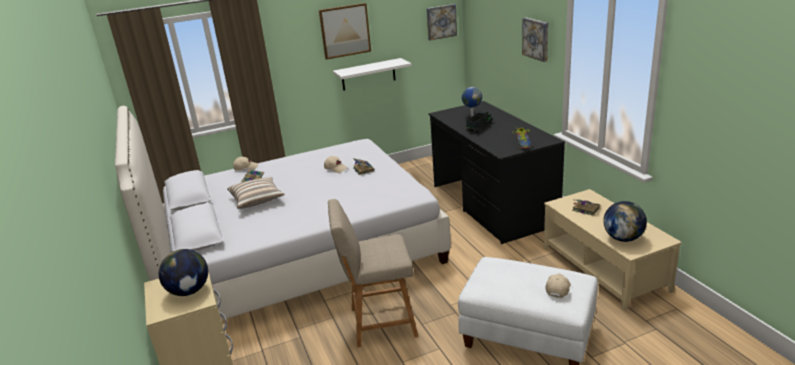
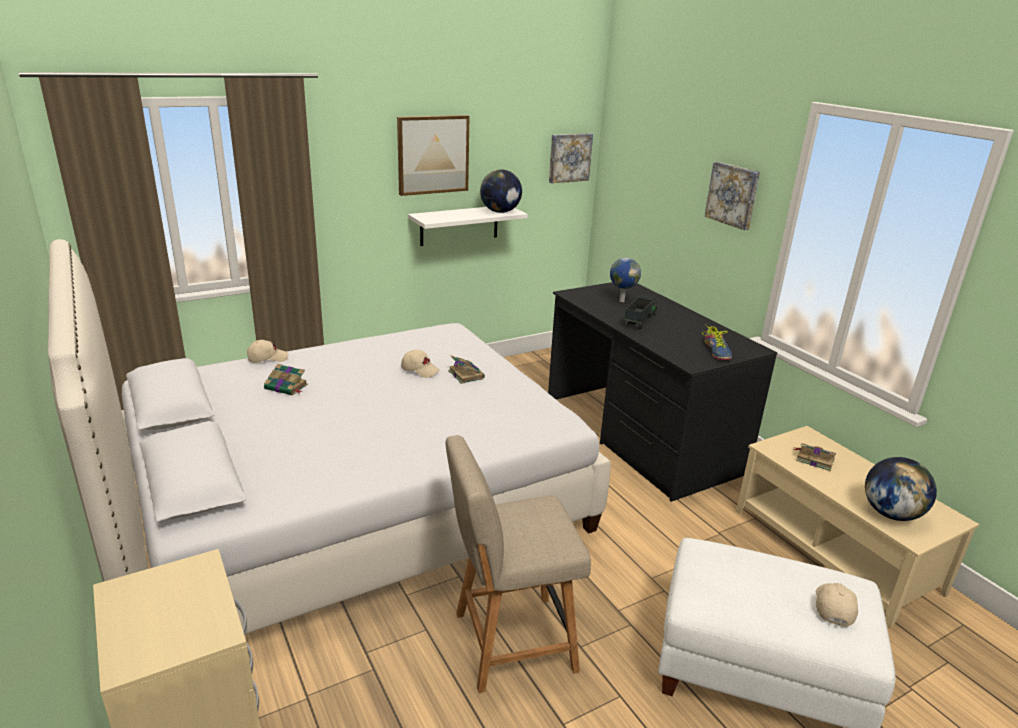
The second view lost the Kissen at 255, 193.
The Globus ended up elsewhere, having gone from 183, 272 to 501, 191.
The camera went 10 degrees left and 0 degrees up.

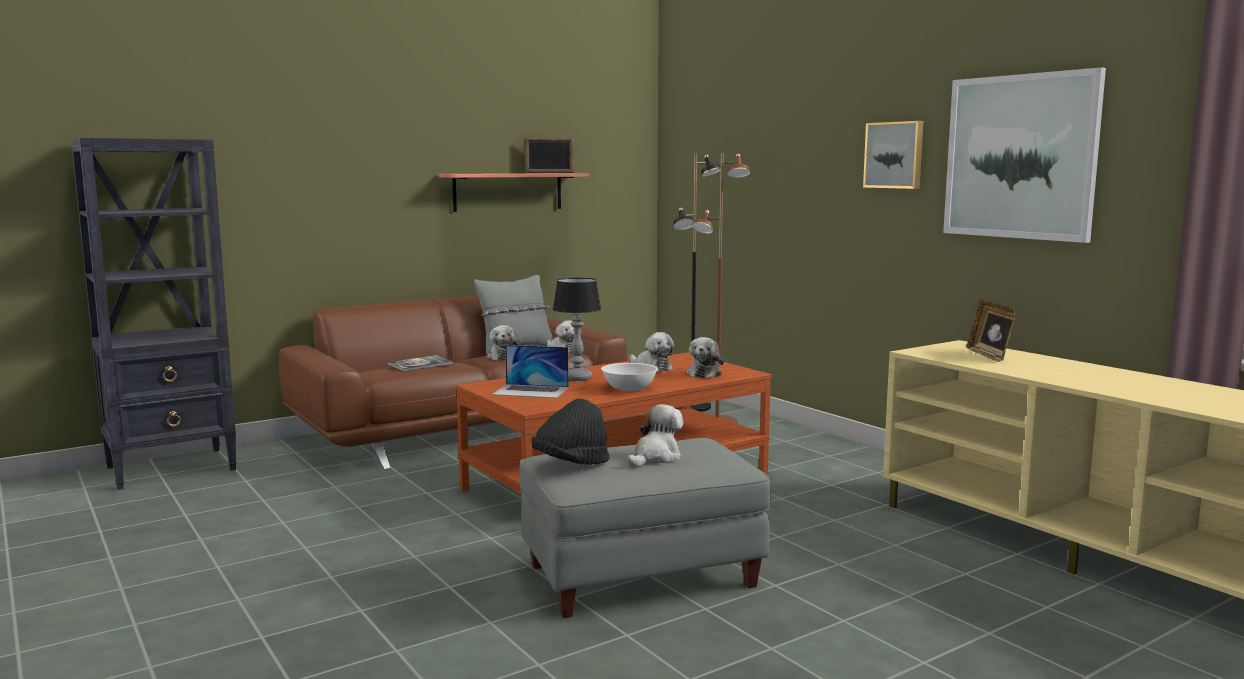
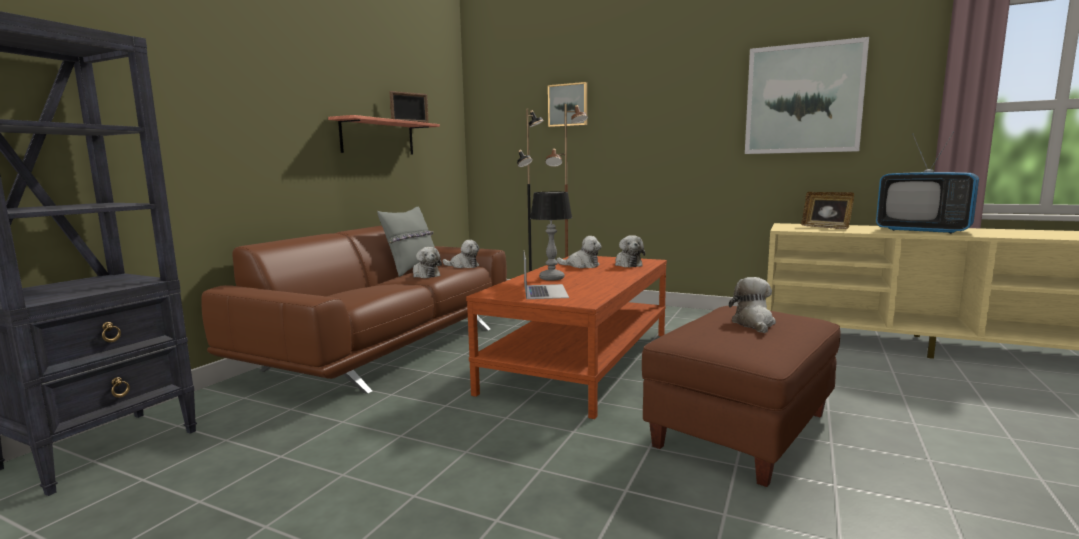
The second view lost the Buch at 420, 363.
The second view lost the Hut (schwarz) at 571, 431.
The second view lost the Schüssel (weiß) at 629, 377.
The second view gained the Fernseher at 927, 183.
The Bild ended up elsewhere, having gone from 893, 155 to 567, 104.
What was the Polsterhocker (grau) at 645, 528 turned into the Polsterhocker (braun) at 741, 396.
The Laptop at 530, 371 ended up facing another way, 75 degrees counterclockwise from before.
The camera went 30 degrees left and 0 degrees up.

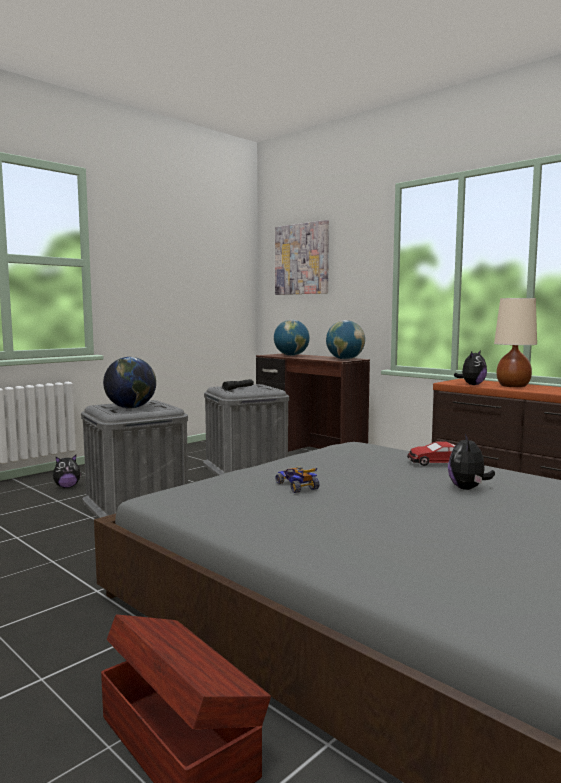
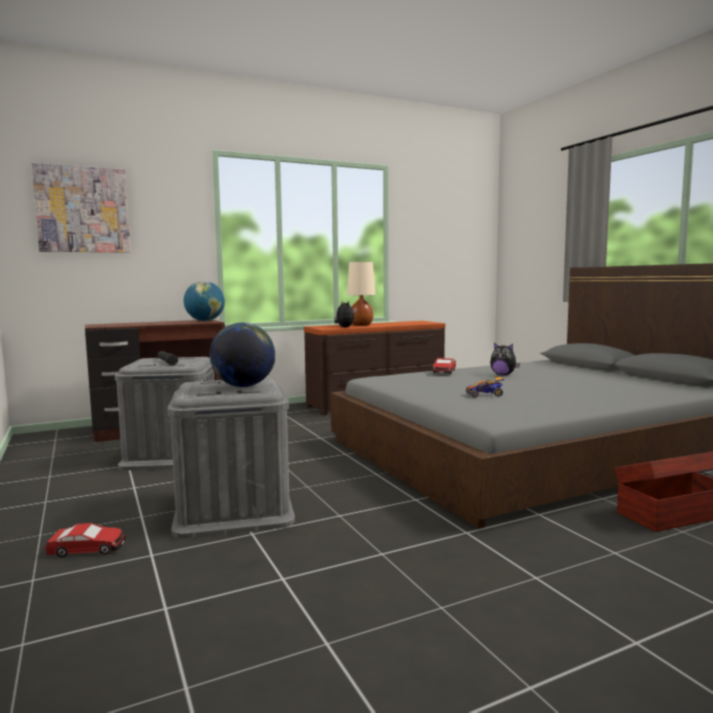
The second view lost the Globus at 292, 338.
Where the Plüschtier stood at 67, 471, the Spielzeugauto came to stand at 85, 540.
The camera went 70 degrees left and 0 degrees up.

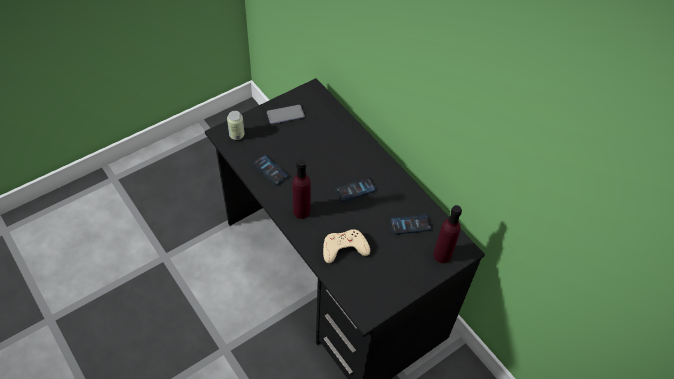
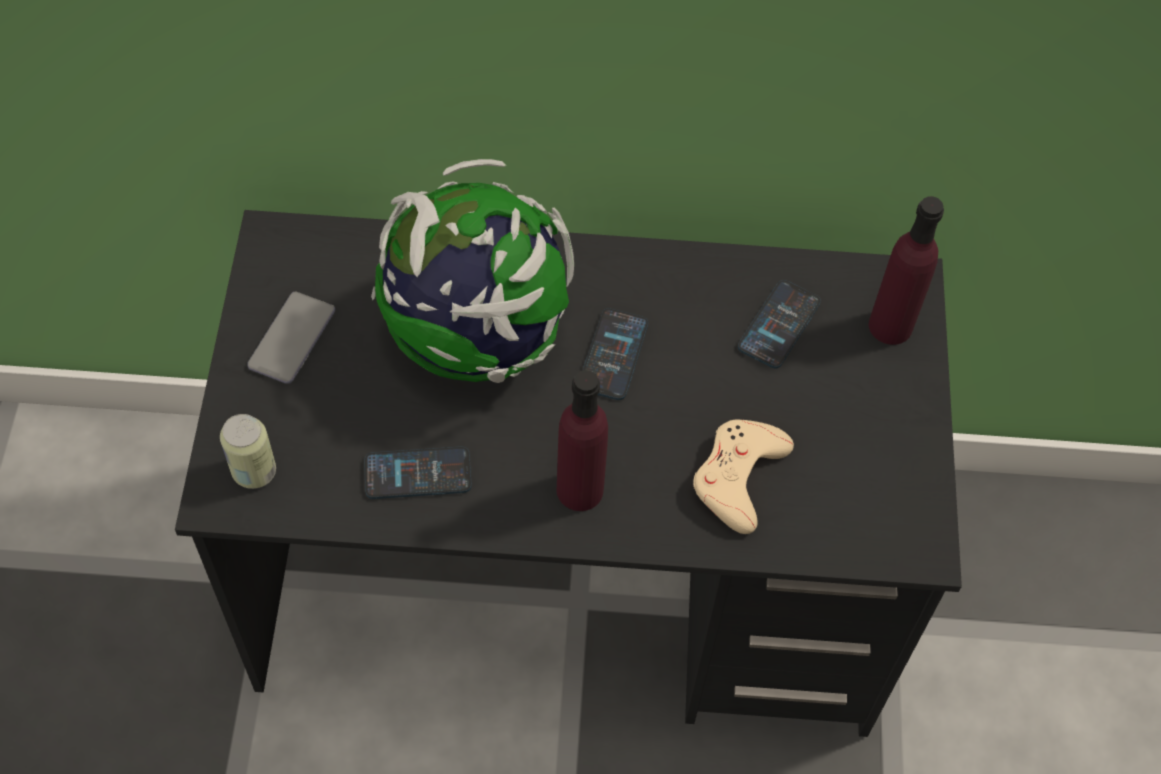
The second view gained the Globus at 472, 271.
The camera went 50 degrees left and 5 degrees up.

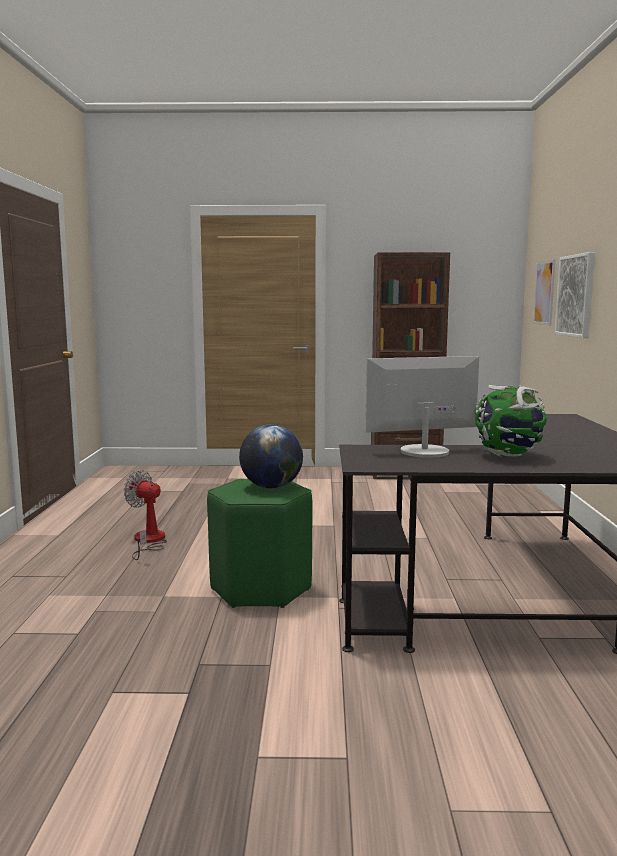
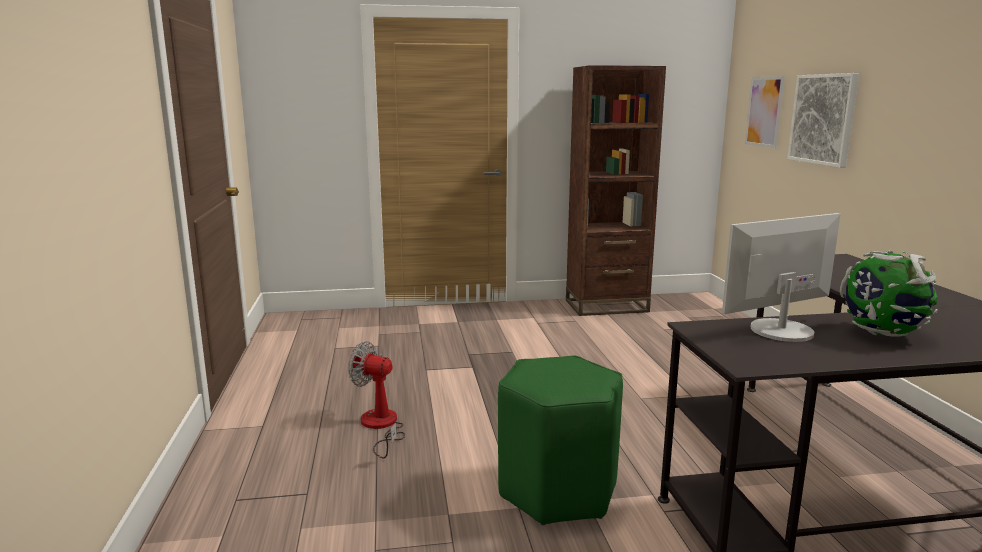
The second view lost the Globus at 271, 457.
The camera went 10 degrees left and 5 degrees up.

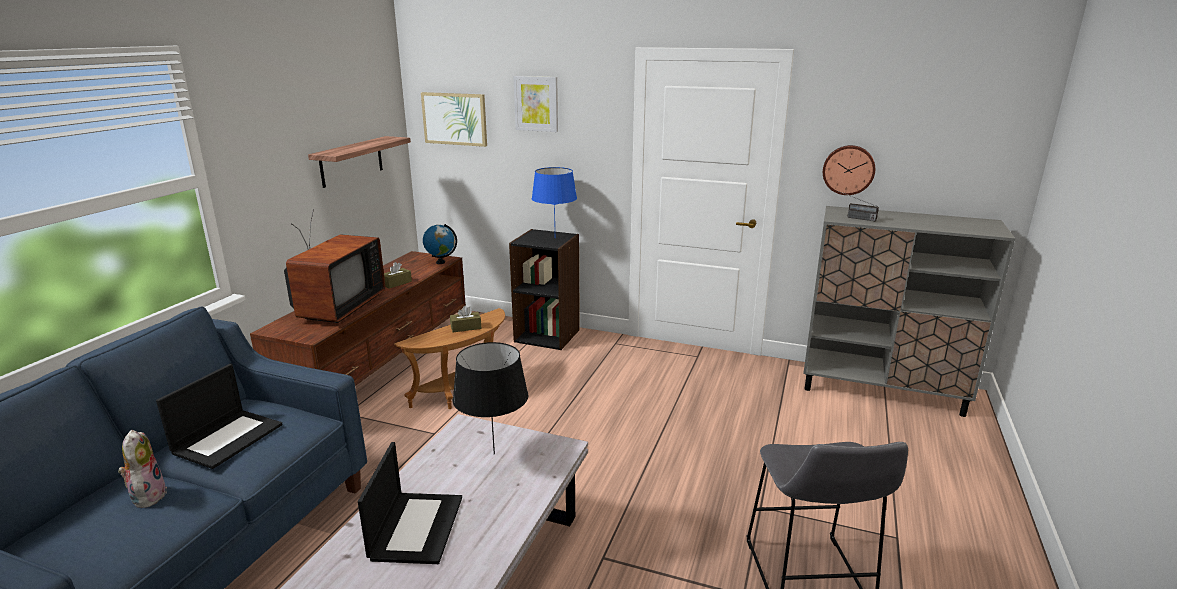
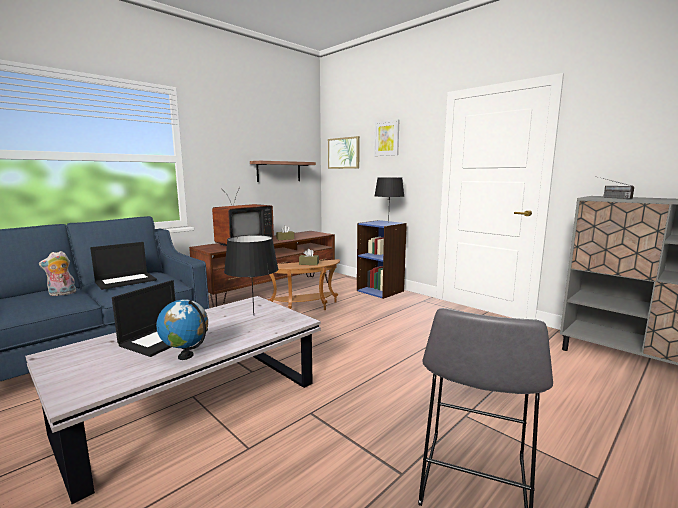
The second view lost the Wanduhr at 849, 170.
The Globus ended up elsewhere, having gone from 440, 244 to 182, 329.
What was the Bücherregal (schwarz) at 544, 289 turned into the Bücherregal (blau) at 382, 259.
What was the Tischlampe (blau) at 554, 194 turned into the Tischlampe (schwarz) at 389, 200.
The Plüschtier at 142, 469 ended up facing another way, 135 degrees counterclockwise from before.
The camera went 25 degrees right and 10 degrees down.

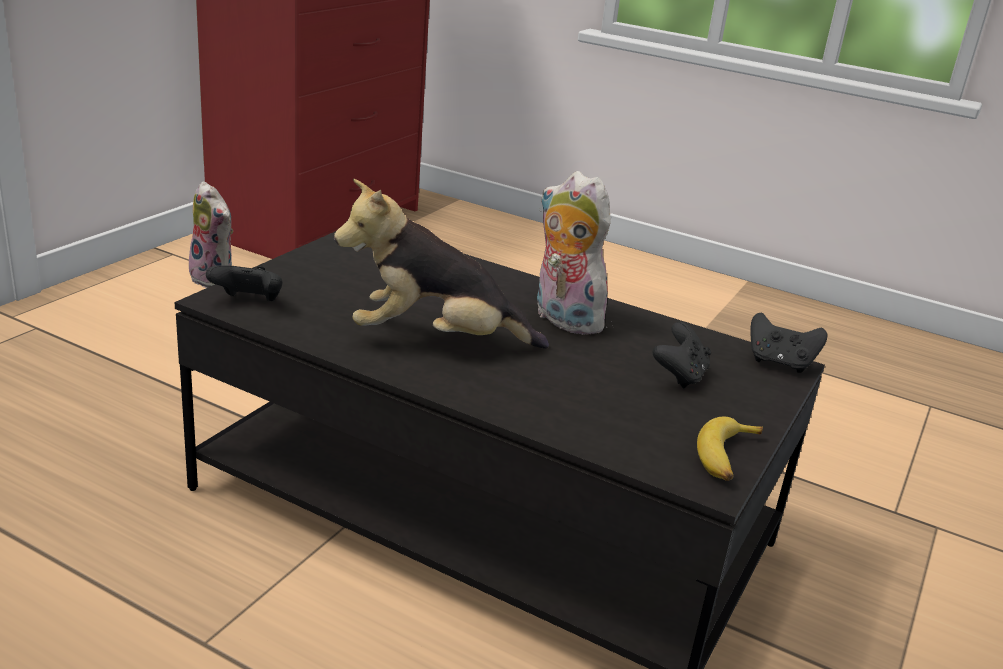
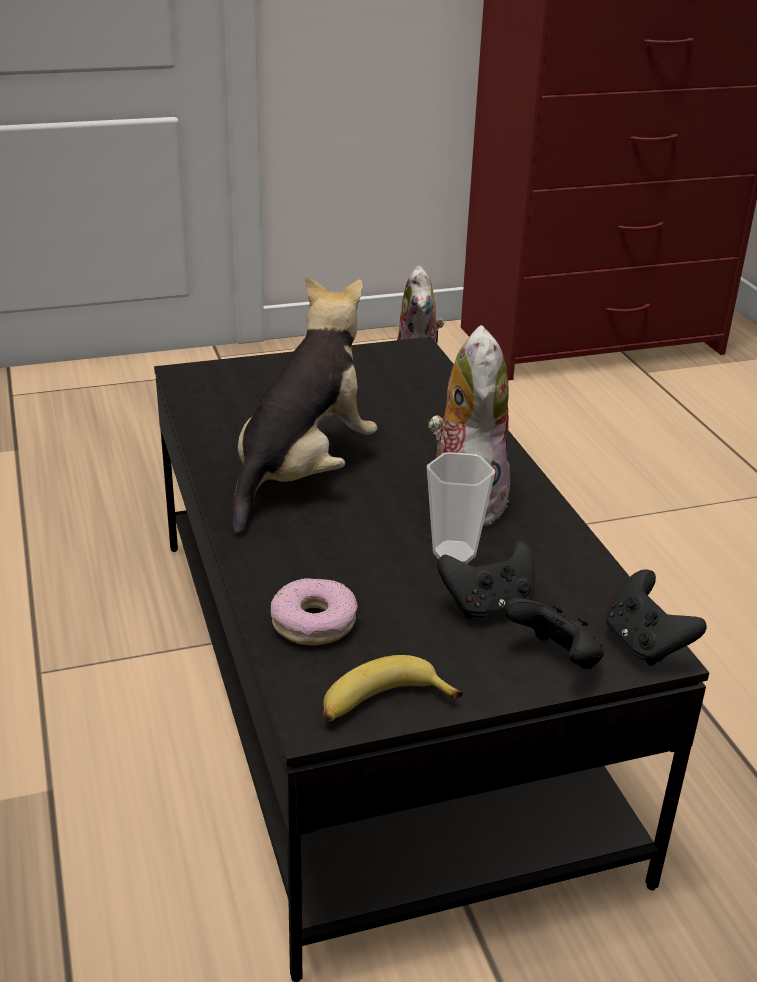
The second view gained the Donut at 314, 611.
The second view gained the Tasse at 461, 508.
The Gamepad (schwarz) ended up elsewhere, having gone from 244, 283 to 554, 633.
The Plüschtier at 441, 263 ended up facing another way, 75 degrees clockwise from before.
The camera went 45 degrees right and 5 degrees up.

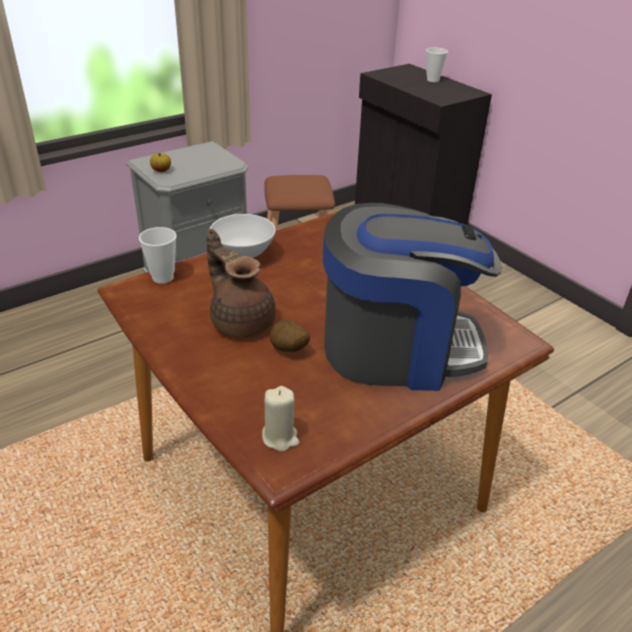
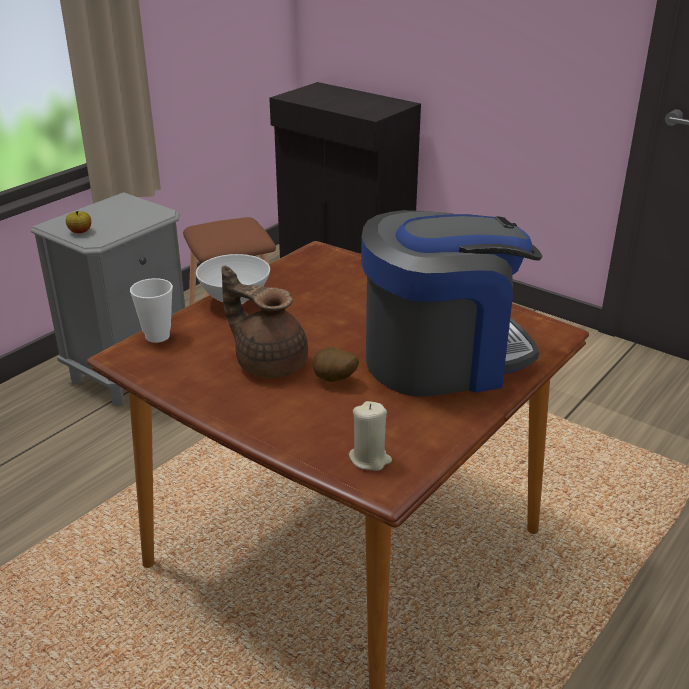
The second view lost the Tasse at 437, 65.
The camera went 15 degrees left and 5 degrees down.

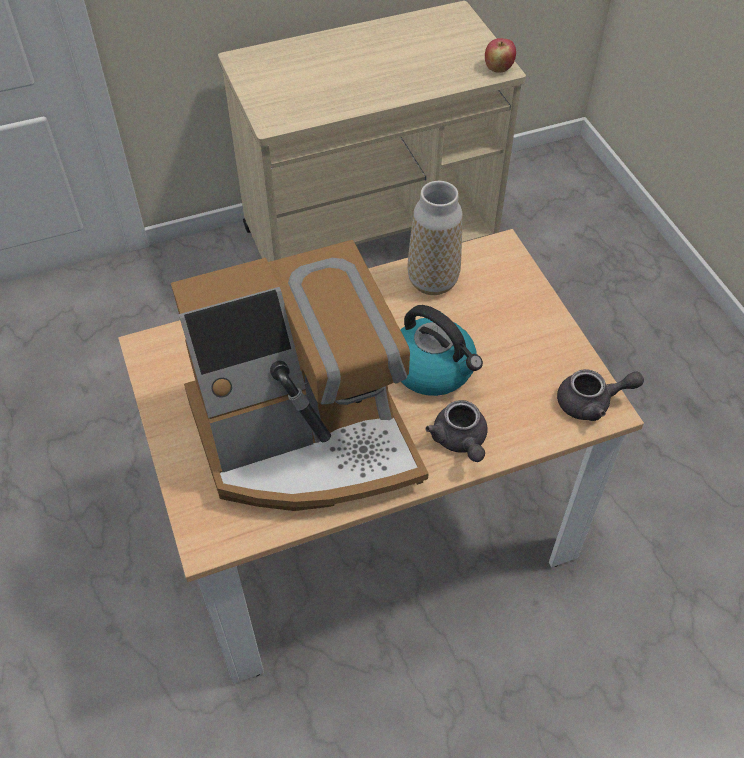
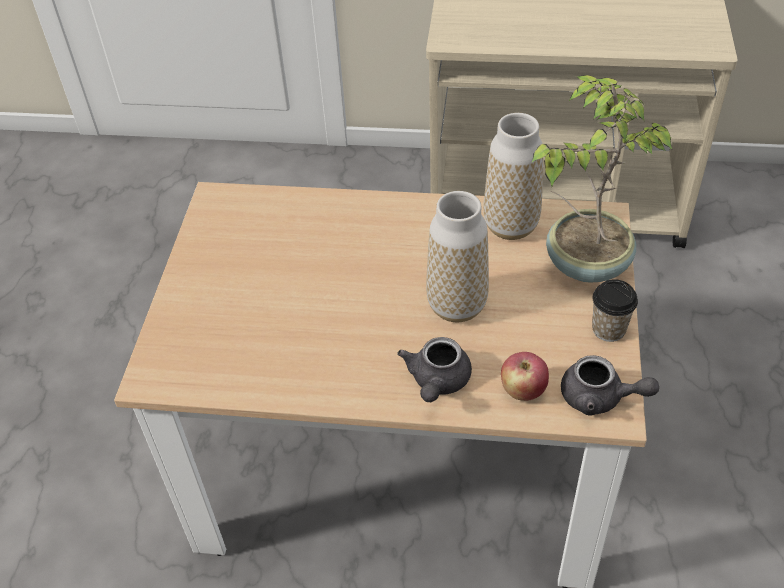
The second view lost the Kaffeemaschine at 300, 375.
The second view gained the Topfpflanze at 602, 179.
The second view gained the Tasse at 615, 310.
The Apfel ended up elsewhere, having gone from 500, 55 to 525, 376.
Where the Wasserkessel stood at 442, 350, the Vase came to stand at 457, 256.
The camera went 30 degrees right and 5 degrees down.

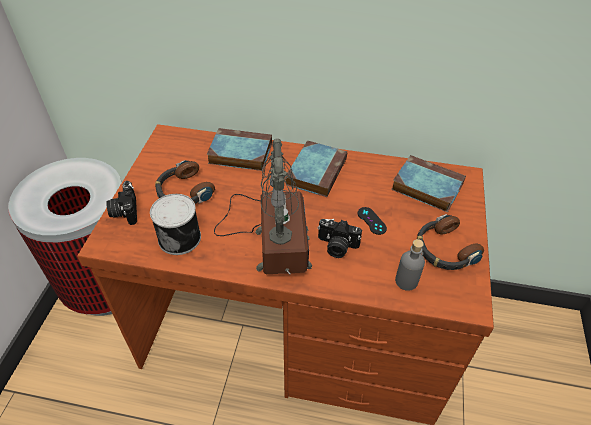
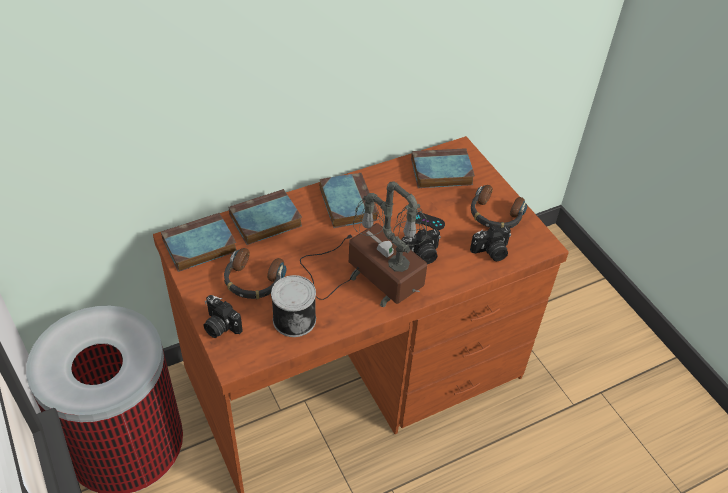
The second view gained the Buch at 199, 242.
Where the Flasche (grau) stood at 410, 265, the Kamera came to stand at 490, 243.
The camera went 40 degrees left and 0 degrees up.

